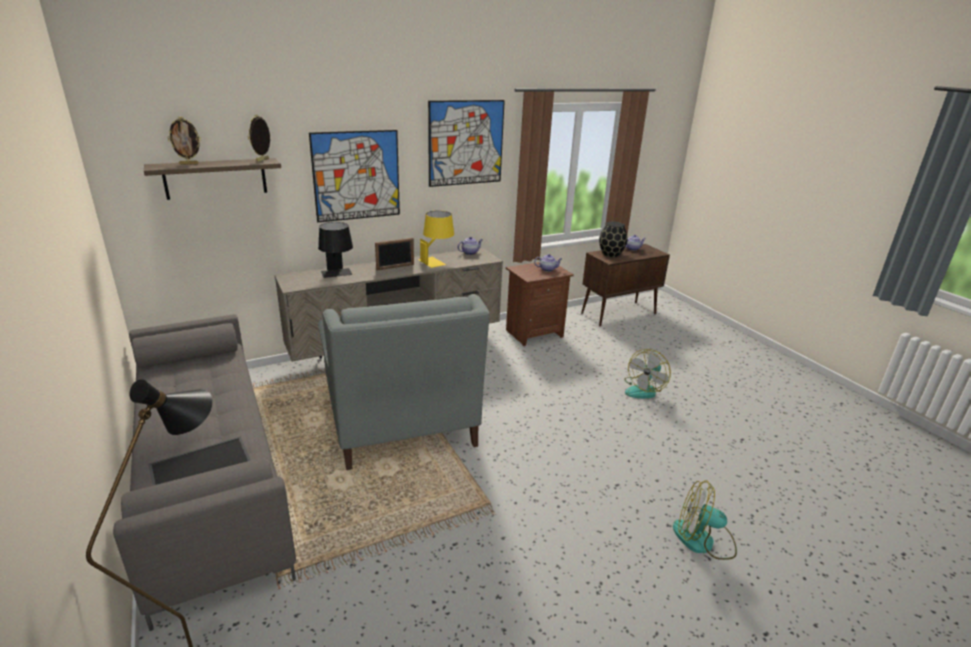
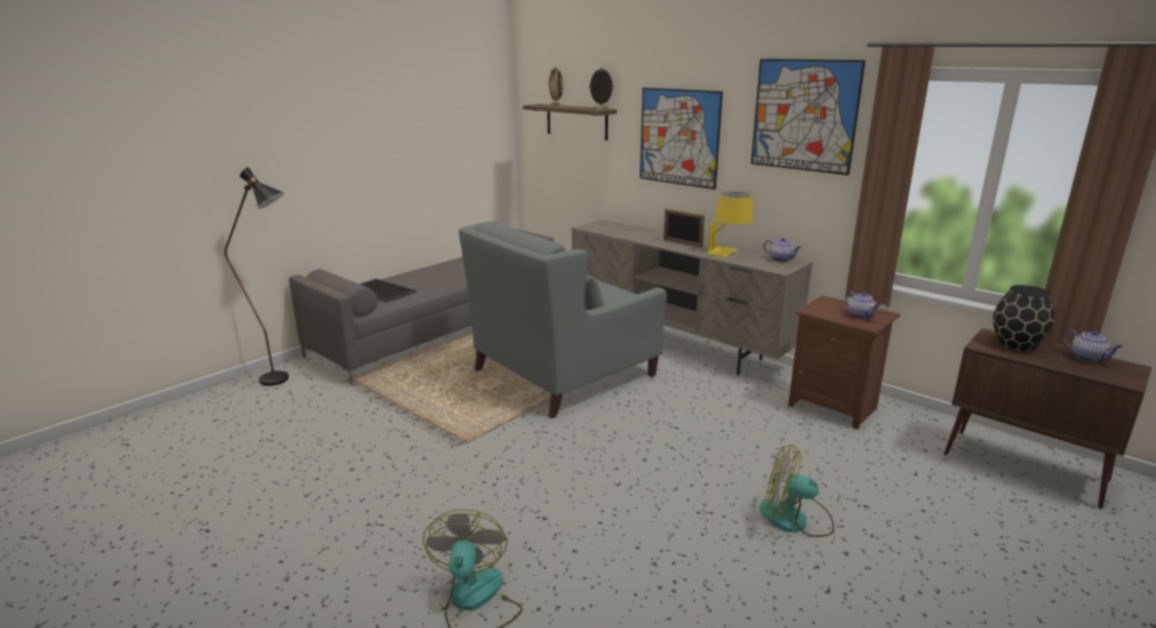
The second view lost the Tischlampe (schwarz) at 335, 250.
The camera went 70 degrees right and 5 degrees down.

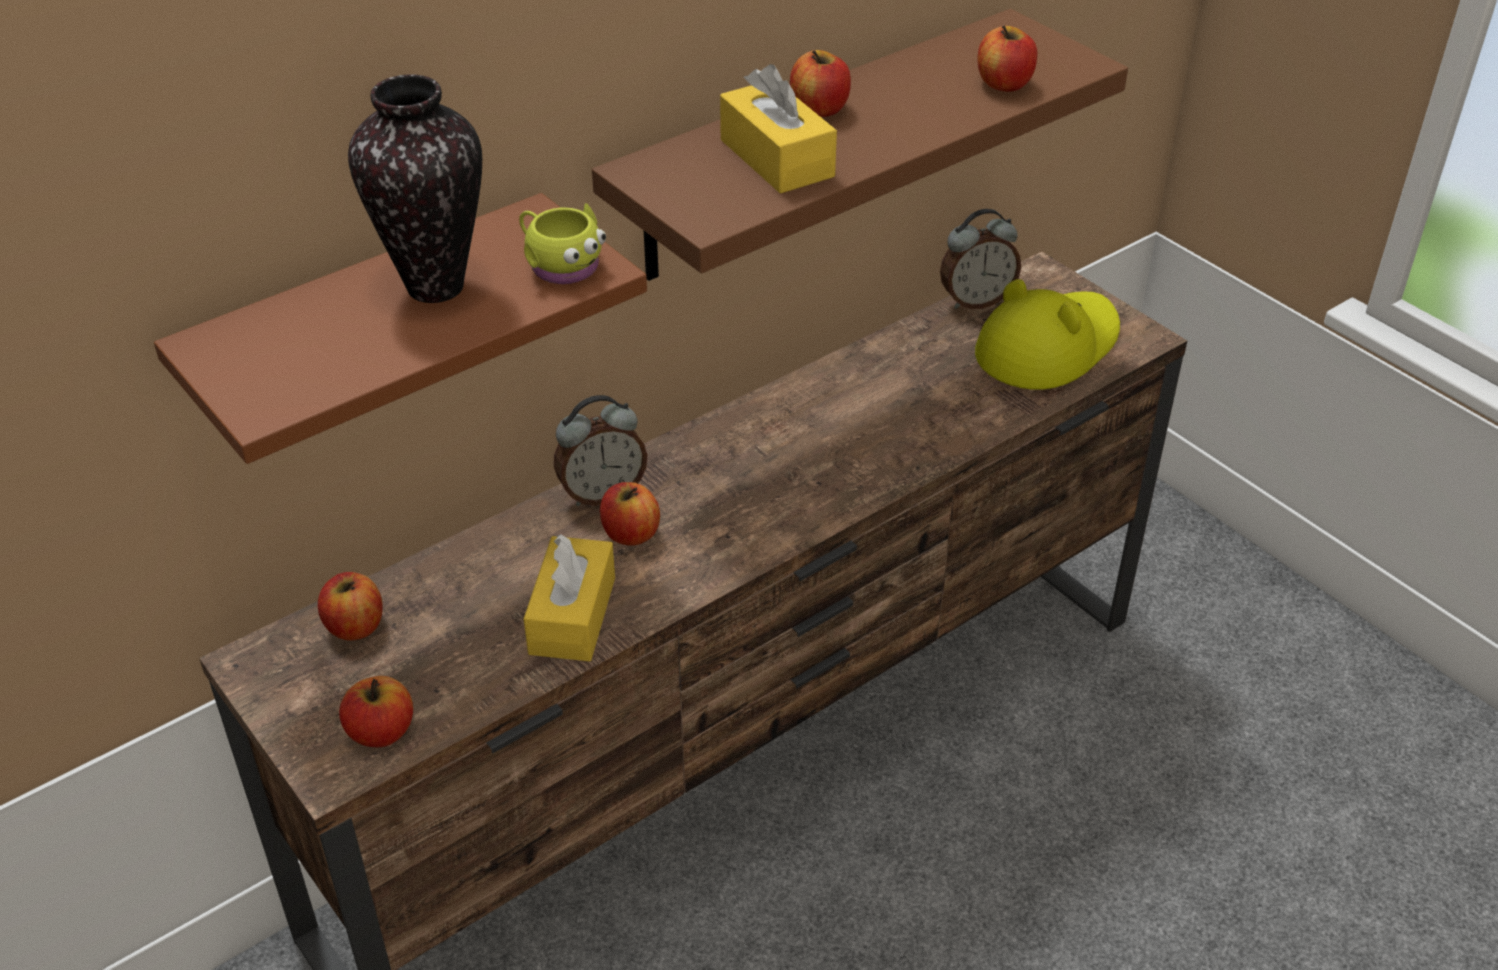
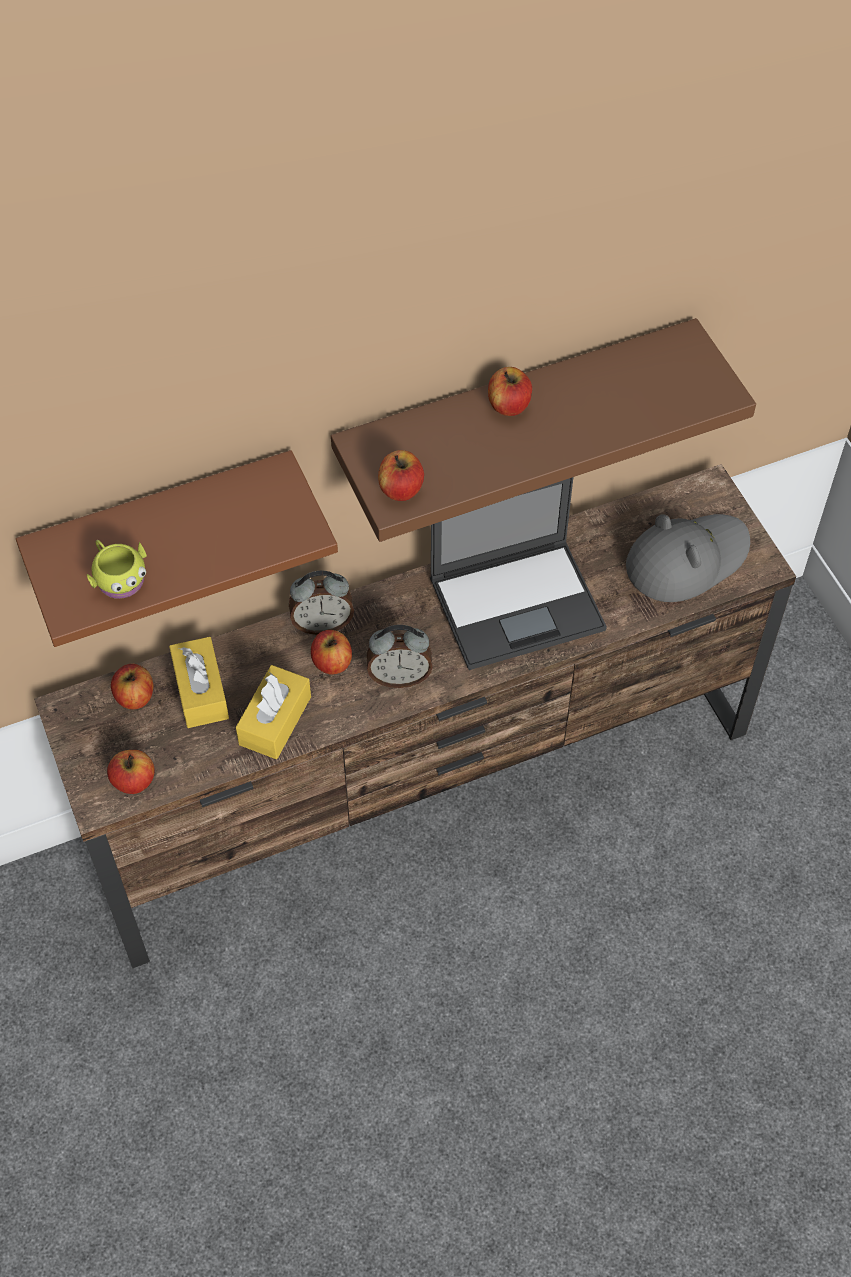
The second view lost the Vase at 415, 188.
The second view gained the Laptop at 518, 573.
The Henkelbecher (gelb) ended up elsewhere, having gone from 562, 243 to 117, 569.
The Taschentuchbox (gelb) ended up elsewhere, having gone from 778, 129 to 199, 682.
The Wecker ended up elsewhere, having gone from 980, 259 to 400, 656.
The Apfel ended up elsewhere, having gone from 1007, 58 to 401, 475.
What was the Hut (gelb) at 1047, 334 turned into the Hut (grau) at 688, 558.
The camera went 15 degrees right and 15 degrees up.

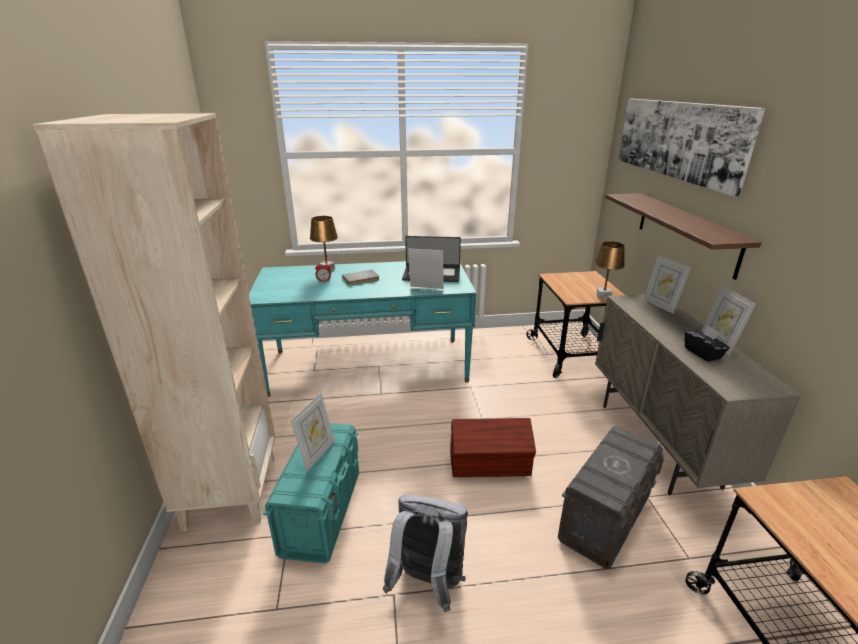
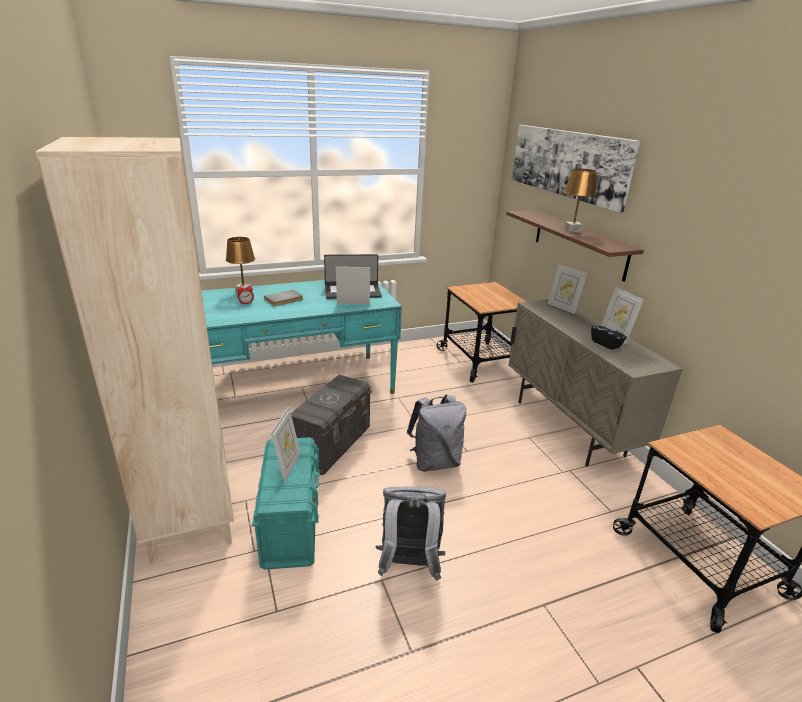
The Aufbewahrungsbox (grau) ended up elsewhere, having gone from 611, 497 to 331, 425.
The Tischlampe (braun) ended up elsewhere, having gone from 609, 270 to 580, 200.
Where the Aufbewahrungsbox (braun) stood at 493, 447, the Rucksack (grau) came to stand at 436, 433.
The camera went 15 degrees left and 0 degrees up.

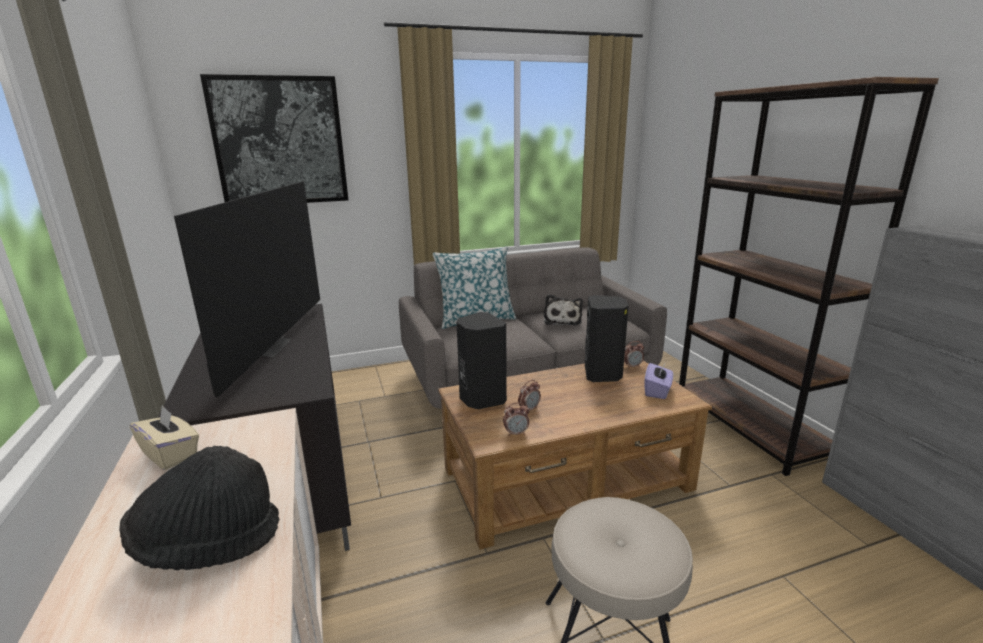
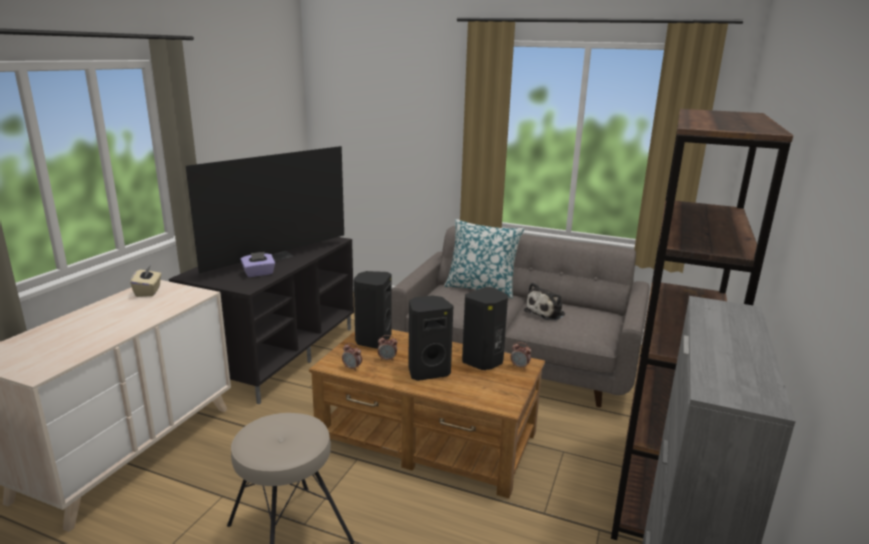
The second view lost the Hut (schwarz) at 199, 508.
The second view lost the Bild at 274, 138.
The second view gained the Lautsprecher (schwarz) at 430, 338.
The Taschentuchbox (lila) ended up elsewhere, having gone from 659, 380 to 258, 264.
The camera went 40 degrees right and 0 degrees up.

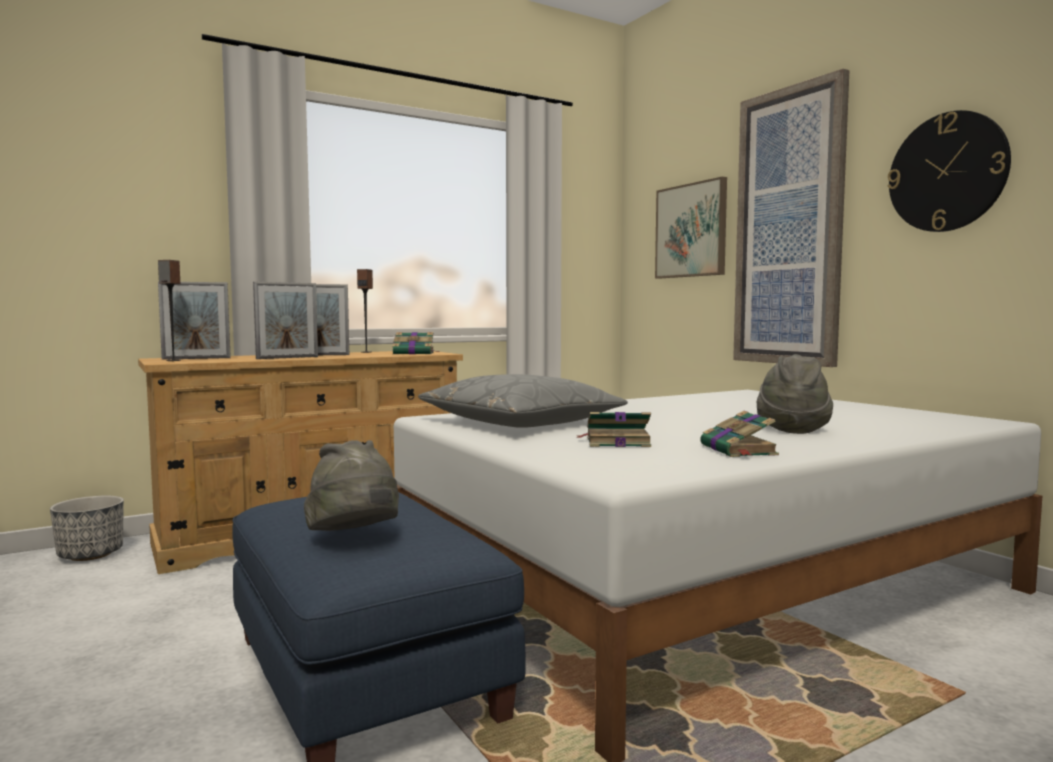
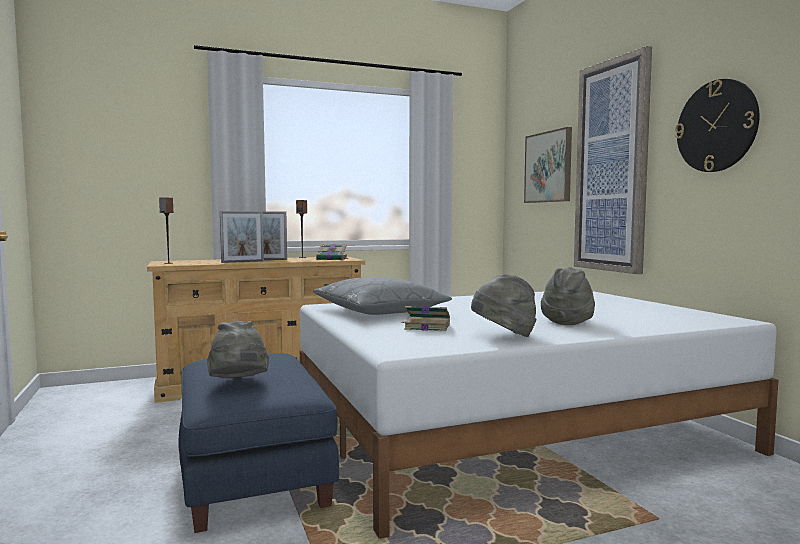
The second view lost the Pflanzkübel at 87, 528.
The second view lost the Bilderrahmen at 194, 320.
Where the Buch stood at 739, 434, the Hut (grau) came to stand at 503, 305.
The camera went 10 degrees right and 0 degrees up.

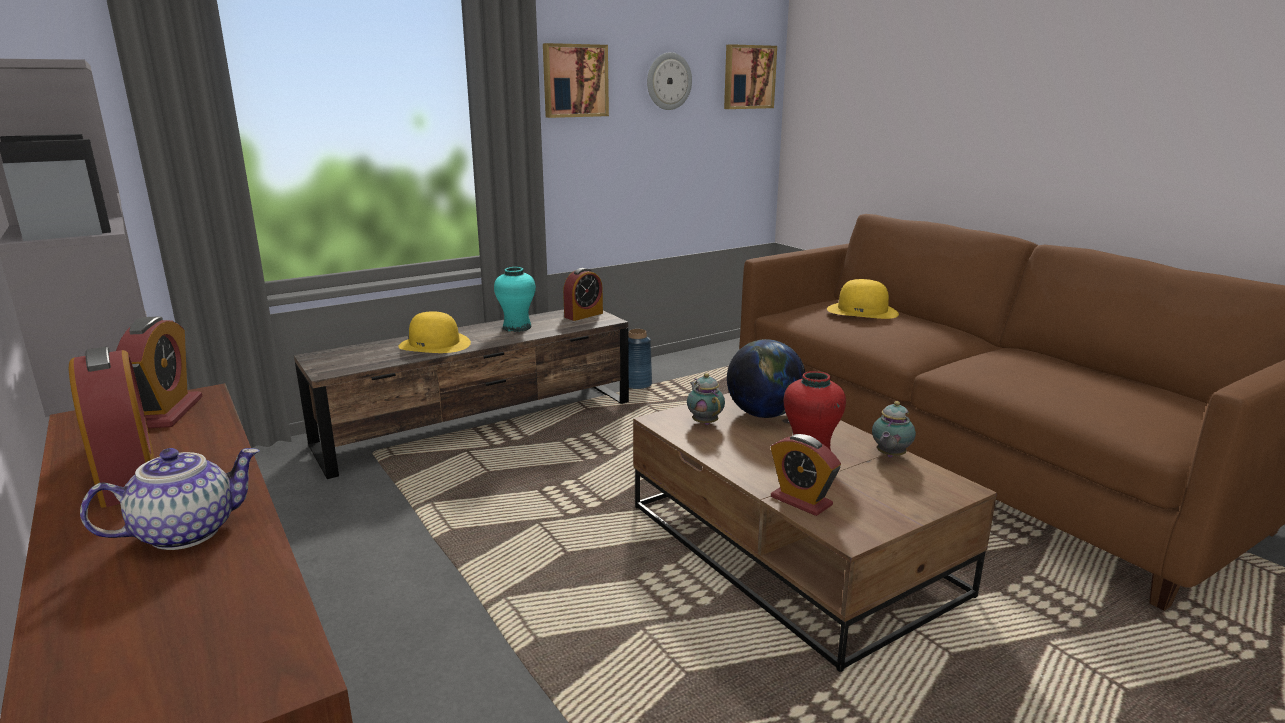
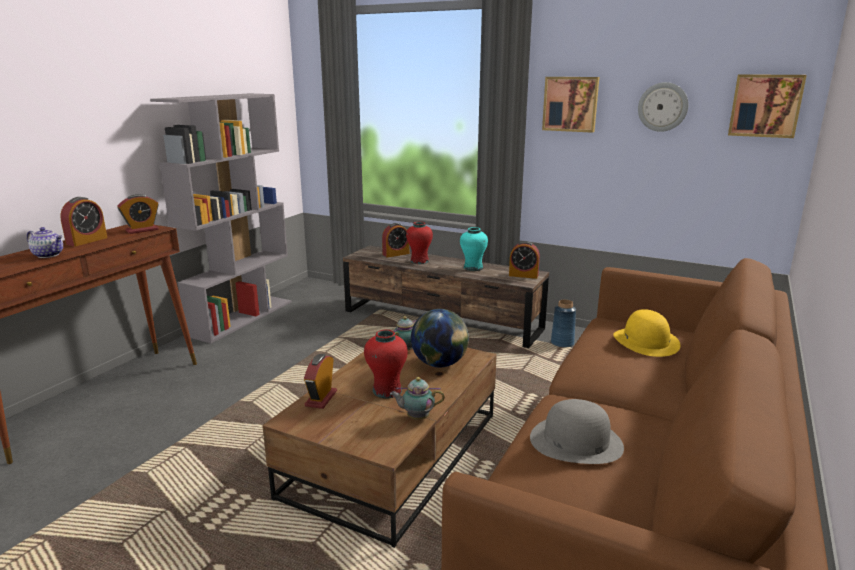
The second view gained the Wecker at 395, 240.
The second view gained the Hut (grau) at 577, 431.
Where the Hut (gelb) stood at 434, 332, the Vase (rot) came to stand at 419, 243.
The camera went 60 degrees right and 0 degrees up.

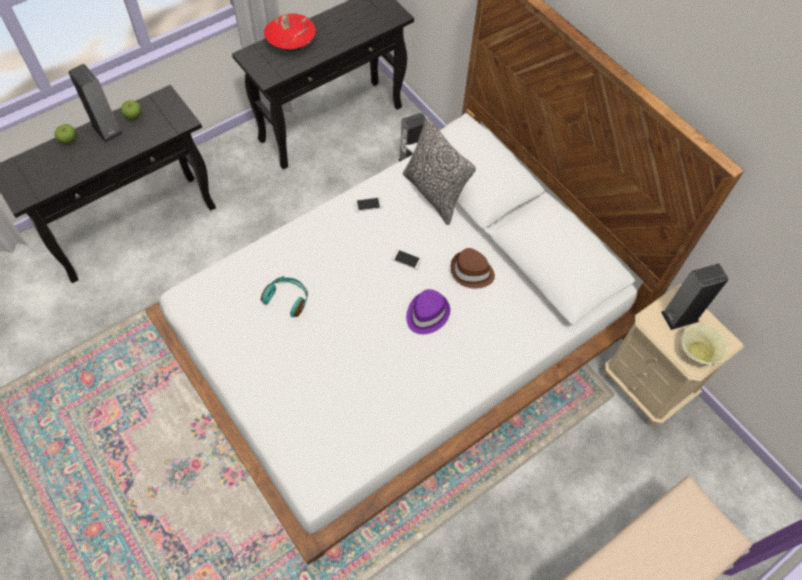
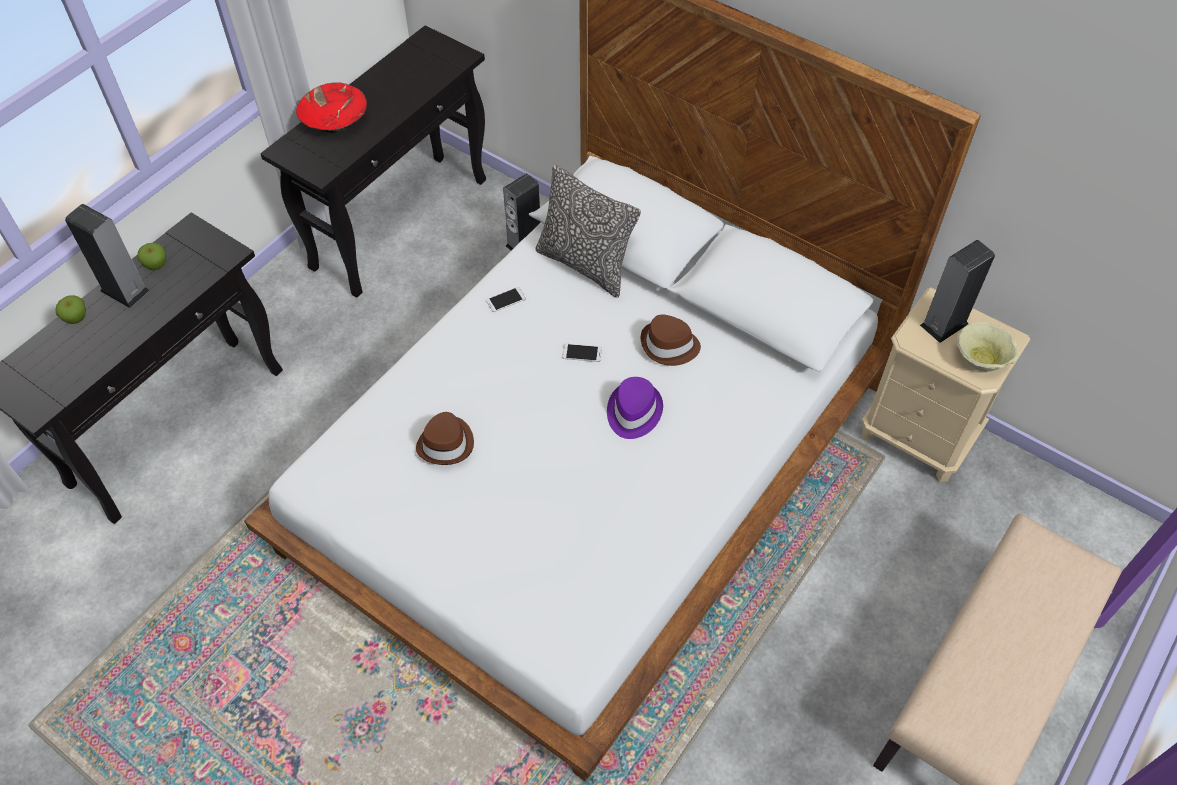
Where the Kopfhörer (türkis) stood at 284, 296, the Hut (braun) came to stand at 445, 438.
The camera went 15 degrees left and 5 degrees down.

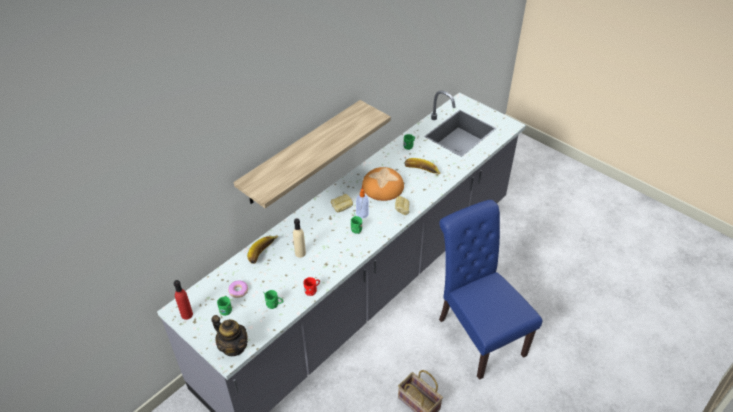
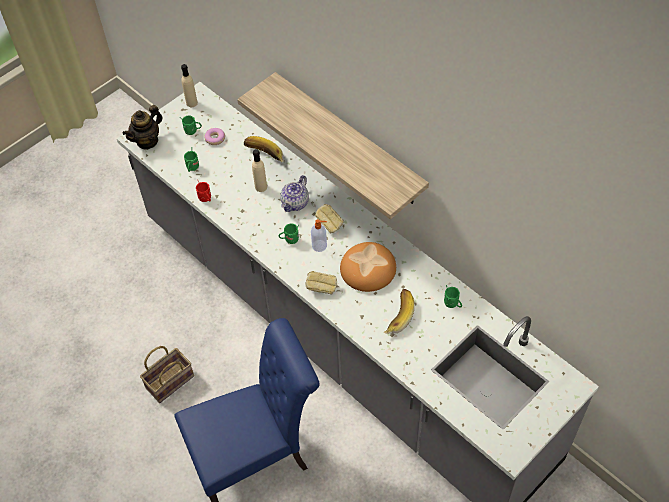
The second view gained the Teekanne at 294, 193.
What was the Flasche (rot) at 183, 300 turned into the Flasche (beige) at 189, 85.
The camera went 95 degrees right and 10 degrees up.

